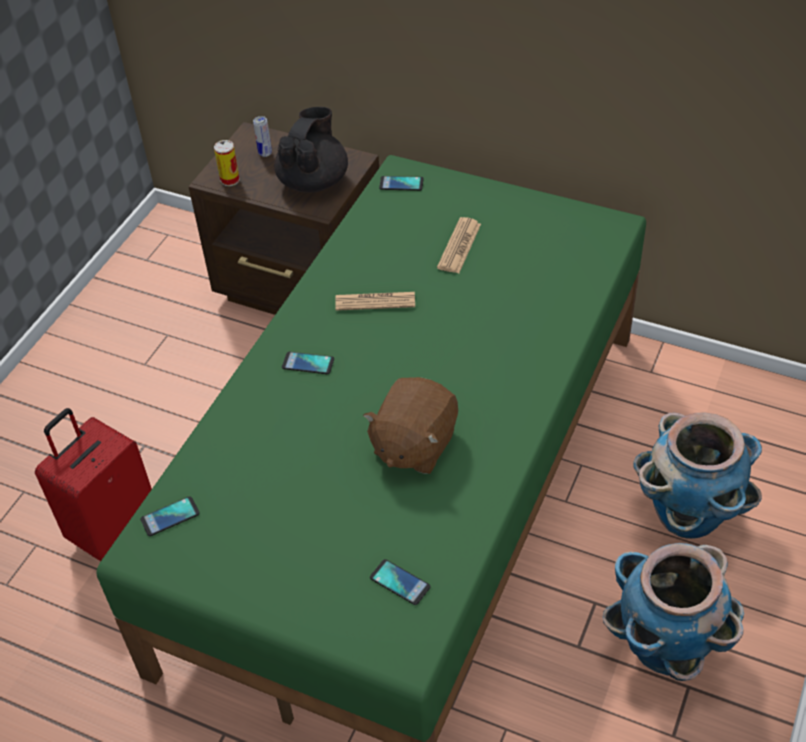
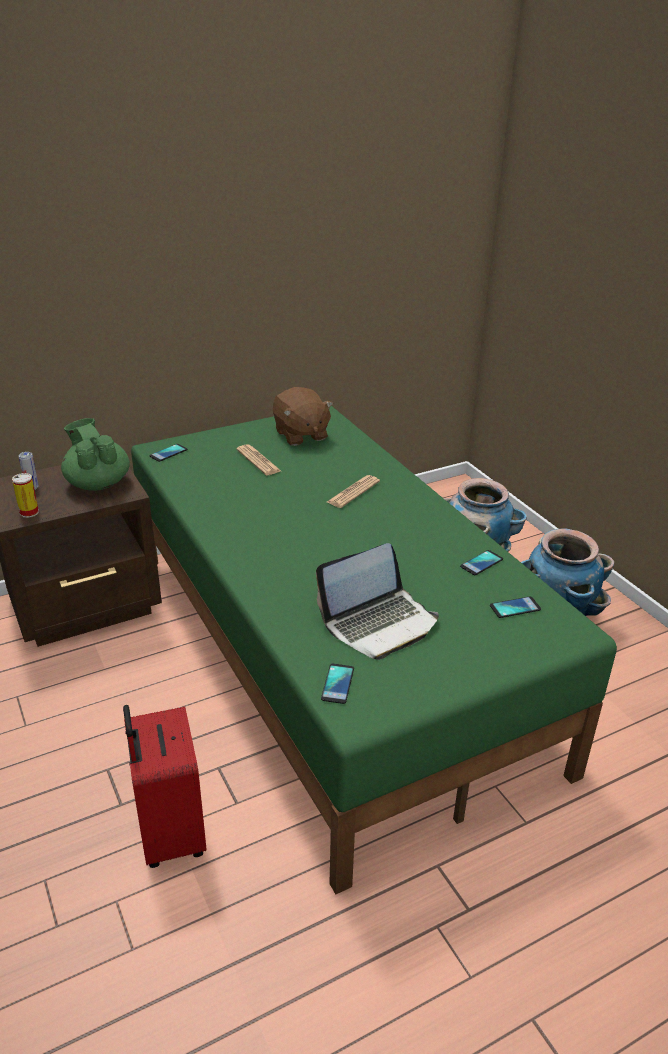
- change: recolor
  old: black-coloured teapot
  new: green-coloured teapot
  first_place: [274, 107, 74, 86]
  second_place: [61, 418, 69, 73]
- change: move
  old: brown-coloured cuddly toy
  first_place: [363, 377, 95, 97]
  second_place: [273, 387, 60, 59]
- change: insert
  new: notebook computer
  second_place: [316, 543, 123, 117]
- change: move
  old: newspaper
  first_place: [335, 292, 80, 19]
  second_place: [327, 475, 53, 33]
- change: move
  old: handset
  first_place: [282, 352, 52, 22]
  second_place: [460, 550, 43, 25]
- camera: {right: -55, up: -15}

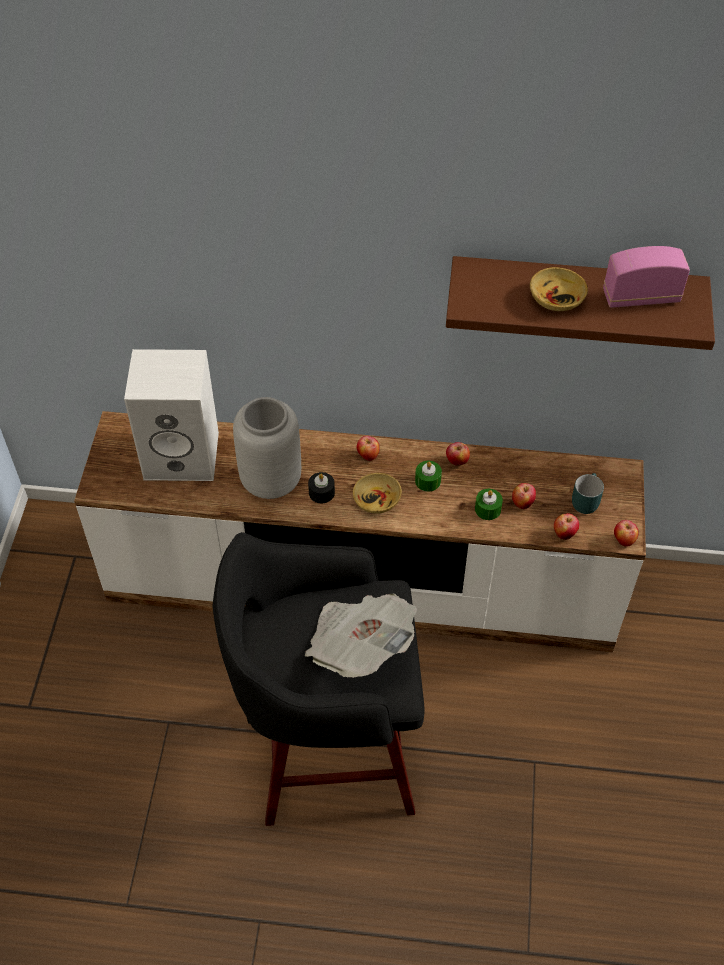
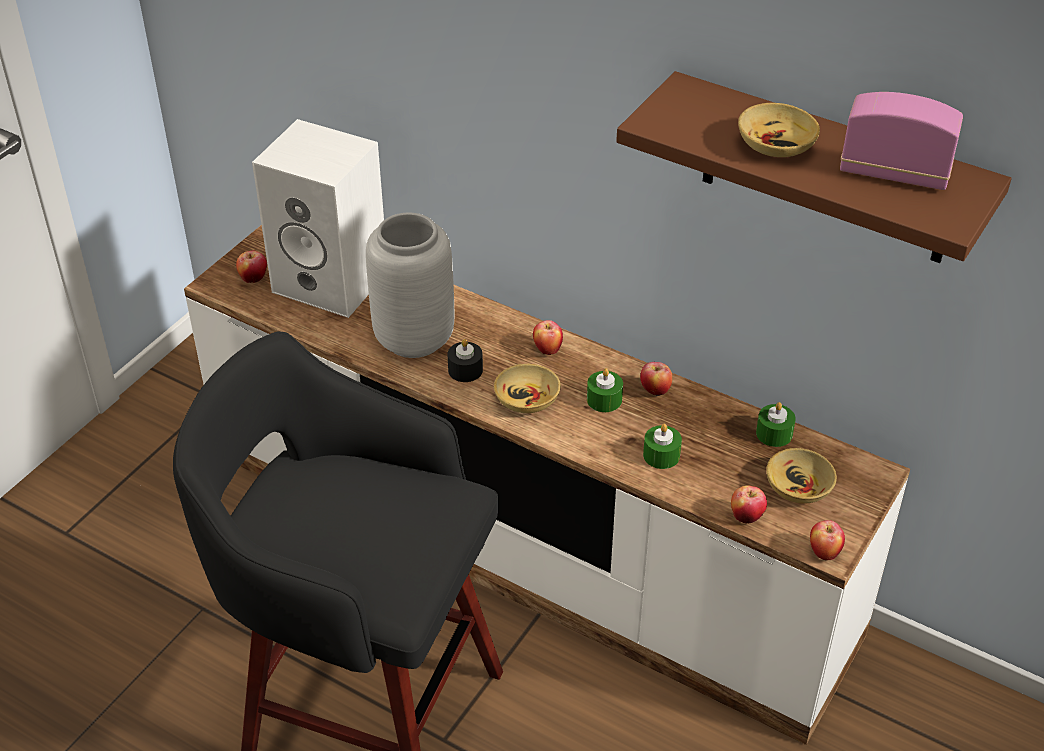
- change: move
  old: whole apple
  first_place: [512, 483, 24, 26]
  second_place: [236, 251, 31, 32]
- change: insert
  new: green-coloured candle
  second_place: [756, 402, 40, 45]
- change: replace
  old: turquoise mug
  new: beige deep dish
  first_place: [572, 473, 32, 41]
  second_place: [766, 448, 71, 56]
- change: delete
  old: newspaper
  first_place: [305, 593, 112, 85]
- camera: {right: 25, up: -10}

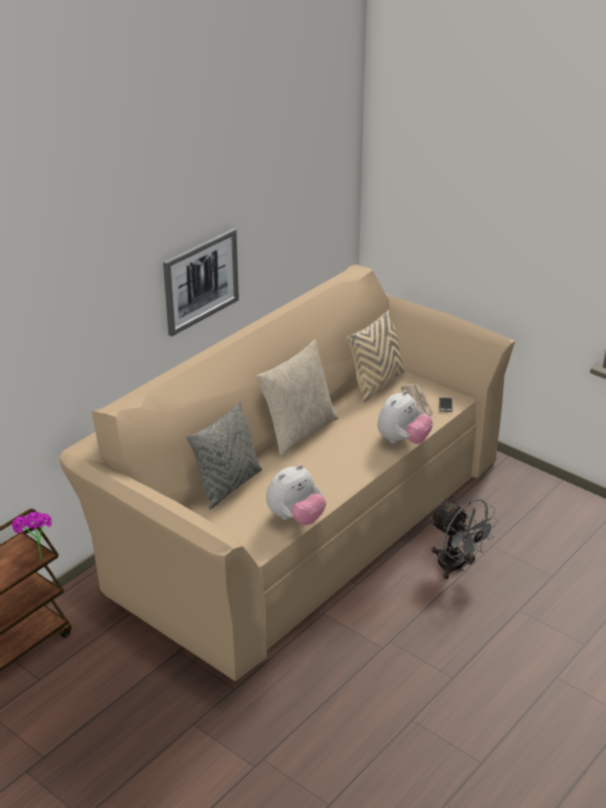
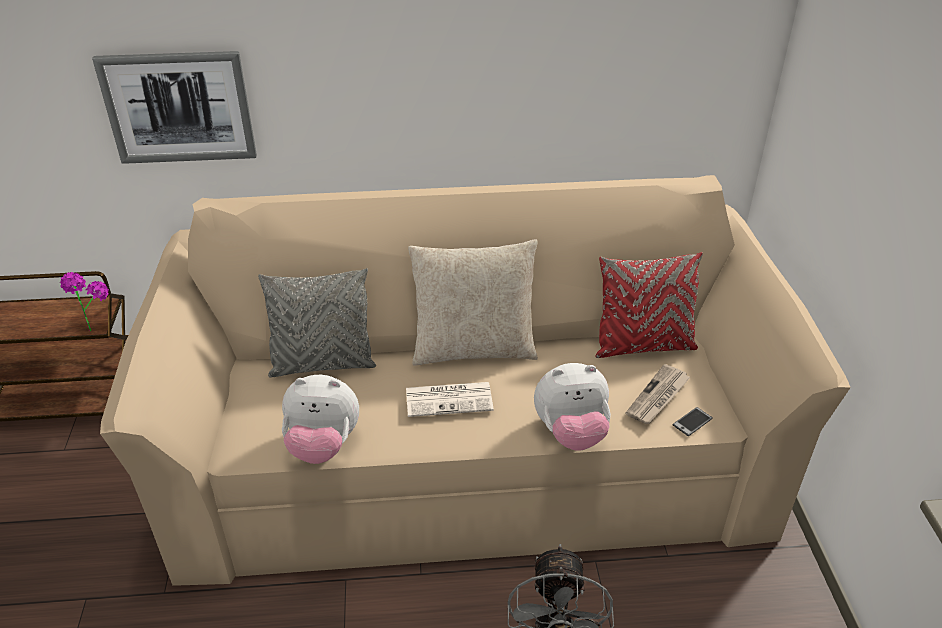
- change: move
  old: wall picture
  first_place: [163, 228, 76, 109]
  second_place: [92, 51, 165, 113]
- change: insert
  new: newspaper
  second_place: [406, 382, 88, 35]
- change: recolor
  old: beige pillow
  new: red-coloured pillow
  first_place: [347, 310, 58, 92]
  second_place: [595, 252, 108, 106]
- camera: {right: 45, up: 5}

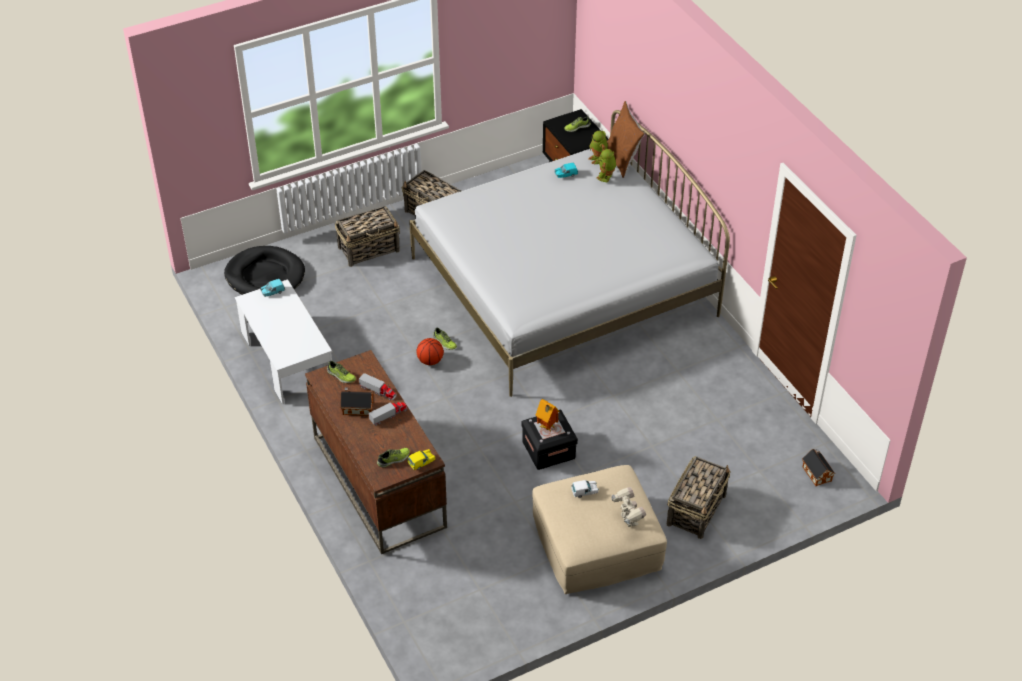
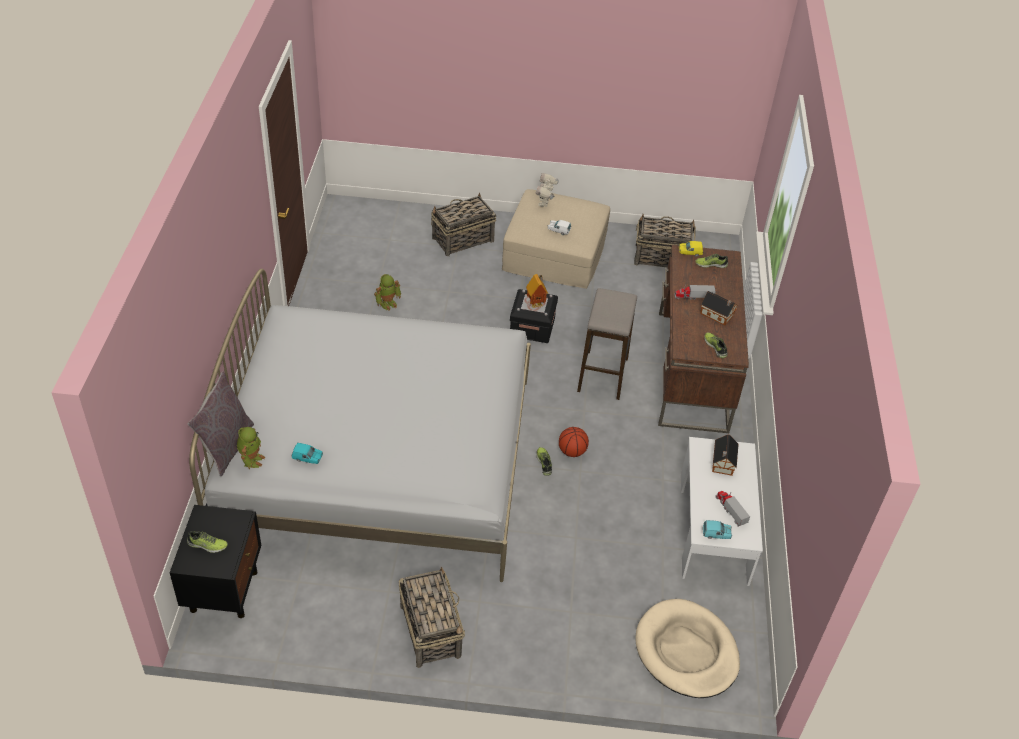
- change: recolor
  old: brown-coloured pillow
  new: greyish pillow
  first_place: [607, 101, 38, 77]
  second_place: [188, 372, 66, 104]
- change: move
  old: robot figure
  first_place: [597, 149, 19, 34]
  second_place: [374, 274, 27, 37]
- change: insert
  new: stool seat
  second_place: [577, 288, 60, 112]
- change: move
  old: storage basket
  first_place: [335, 206, 65, 61]
  second_place: [634, 214, 62, 54]
- change: recolor
  old: black-coloured dog cushion
  new: beige dog cushion
  first_place: [224, 246, 81, 49]
  second_place: [635, 599, 105, 99]
- change: move
  old: toy house
  first_place: [802, 449, 33, 37]
  second_place: [712, 435, 27, 41]
- change: move
  old: toy lorry
  first_place: [359, 373, 38, 27]
  second_place: [715, 491, 35, 36]
- camera: {right: -150, up: 0}

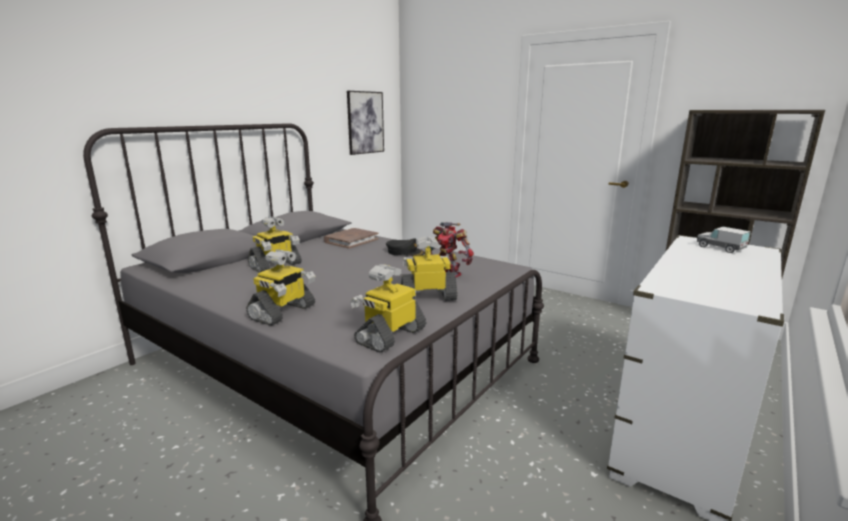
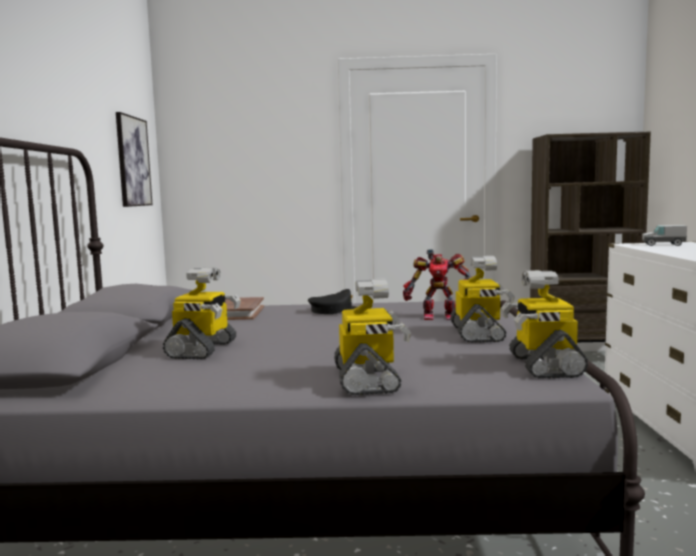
- change: rotate
  old: robot figure
  first_place: [401, 236, 56, 65]
  second_place: [450, 256, 65, 86]
  degrees: 135
- camera: {right: -35, up: -10}

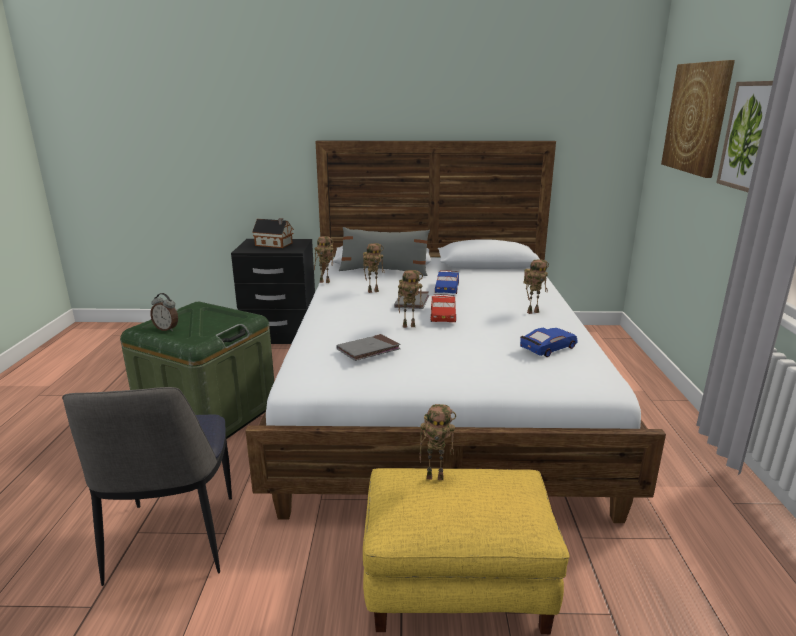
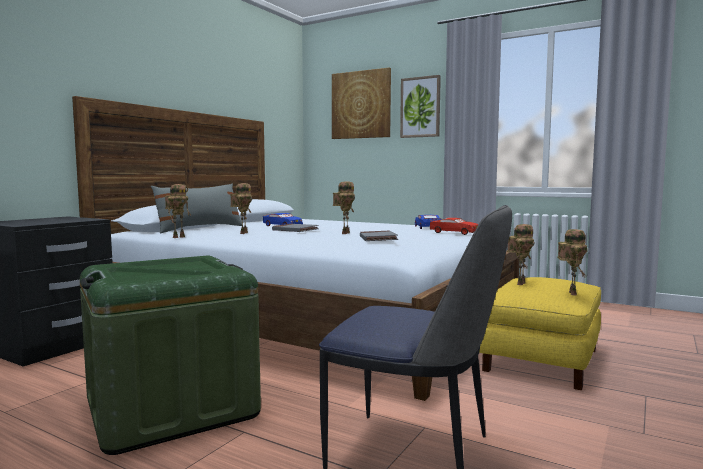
- change: move
  old: red-coloured miniature car
  first_place: [431, 294, 25, 28]
  second_place: [429, 218, 49, 17]
- change: move
  old: robot figure
  first_place: [523, 259, 26, 55]
  second_place: [558, 229, 30, 67]
- change: delete
  old: bedside clock
  first_place: [150, 293, 28, 38]
- change: delete
  old: toy house
  first_place: [252, 218, 42, 30]
- camera: {right: -60, up: -15}

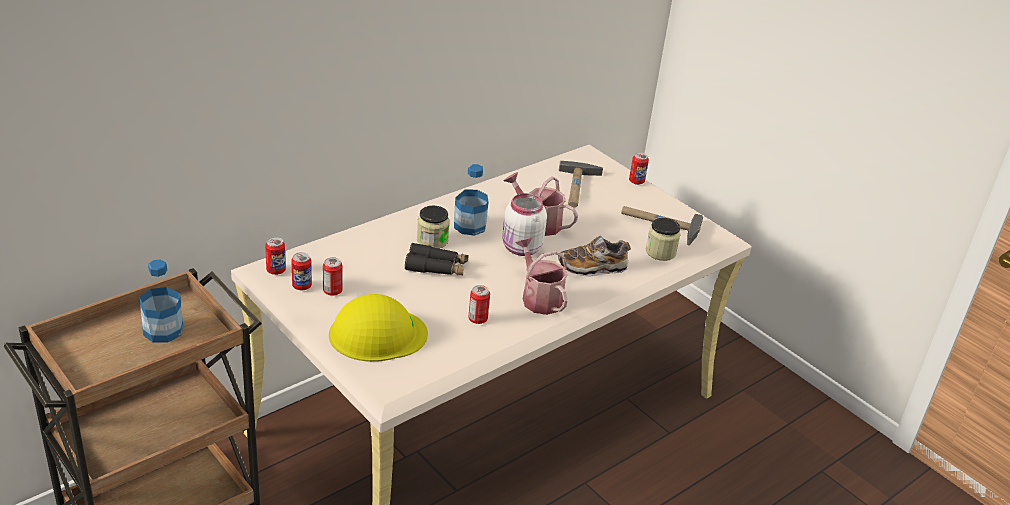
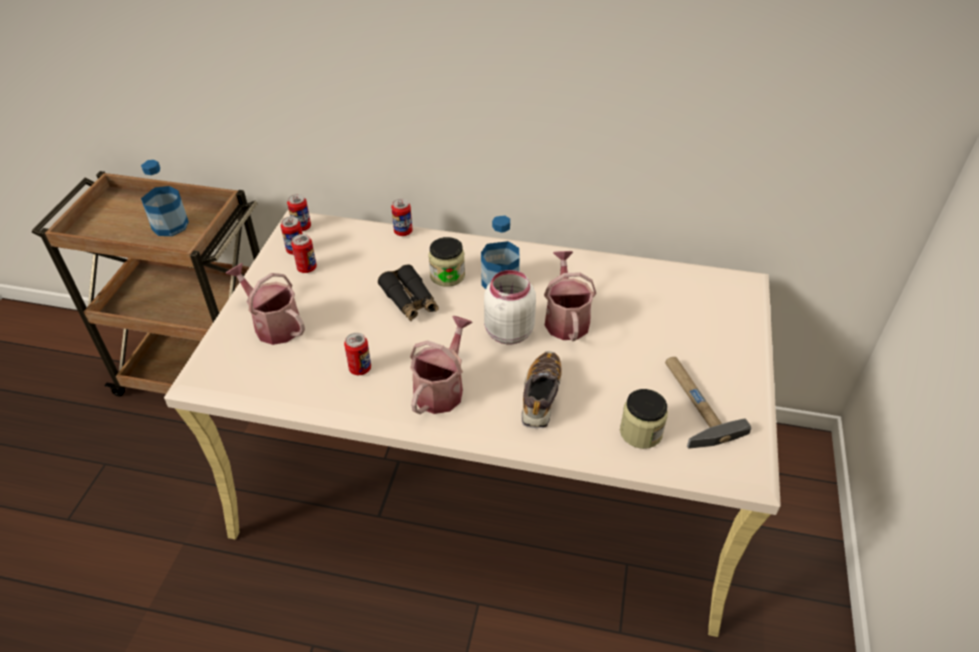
- change: replace
  old: yellowish work helmet
  new: watering pot
  first_place: [329, 294, 99, 68]
  second_place: [225, 263, 80, 82]
- change: move
  old: can
  first_place: [629, 152, 20, 33]
  second_place: [391, 199, 21, 37]
- change: rotate
  old: low shoe
  first_place: [558, 236, 73, 40]
  second_place: [521, 351, 41, 77]
  degrees: 60
- change: delete
  old: tool hammer
  first_place: [559, 161, 44, 46]
- camera: {right: 55, up: 10}

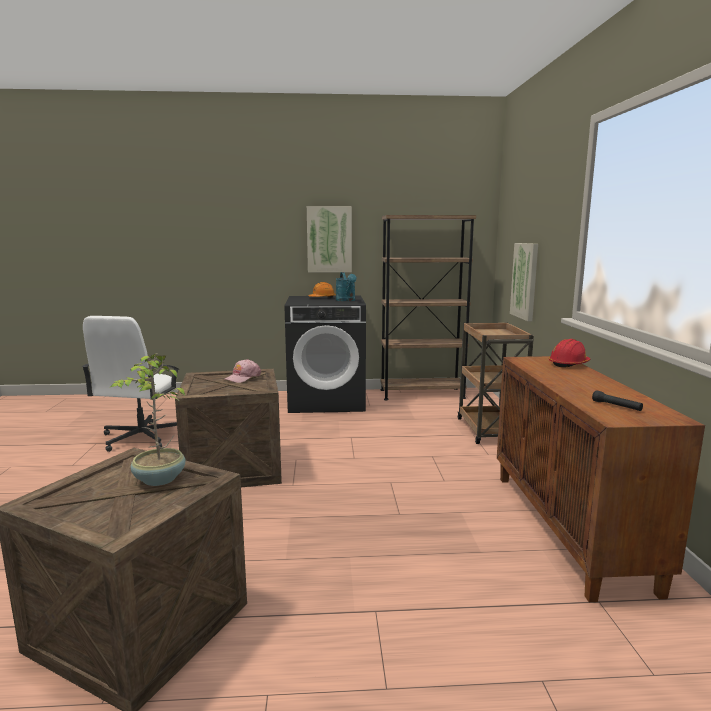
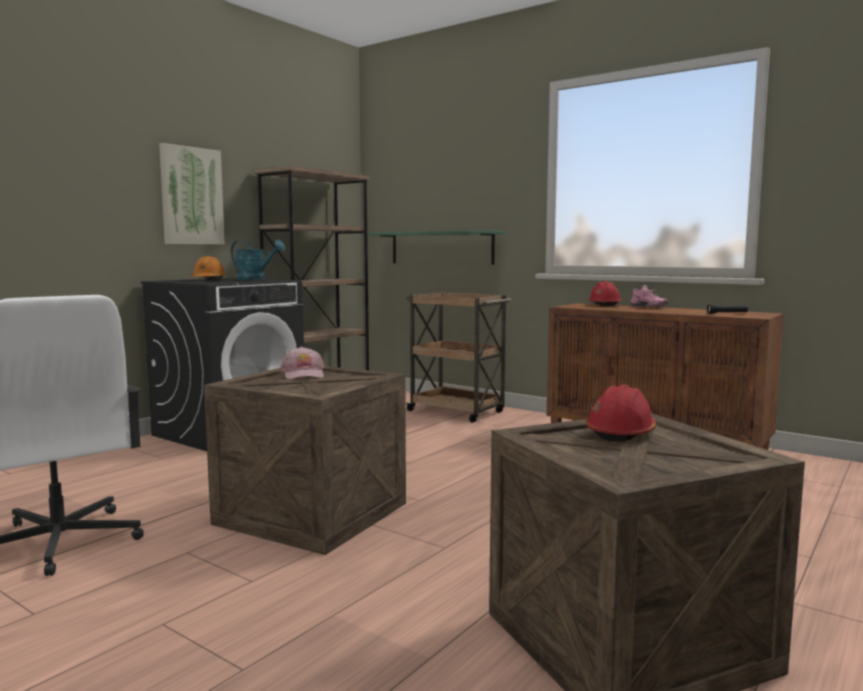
- change: replace
  old: wall picture
  new: green-coloured shelf
  first_place: [510, 243, 28, 78]
  second_place: [368, 230, 137, 35]
- change: replace
  old: plant in a pot
  new: red-coloured work helmet
  first_place: [111, 353, 75, 133]
  second_place: [586, 384, 70, 58]
- change: insert
  new: pink low shoe
  second_place: [630, 285, 38, 22]
- camera: {right: -50, up: -5}

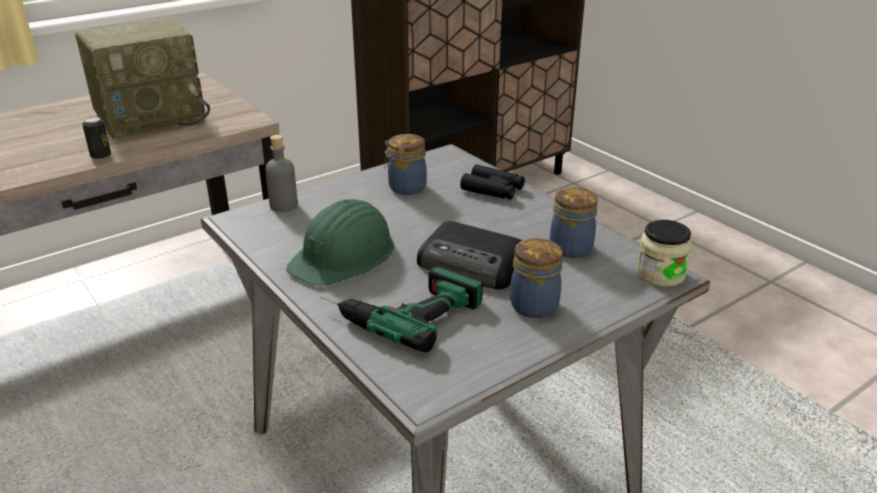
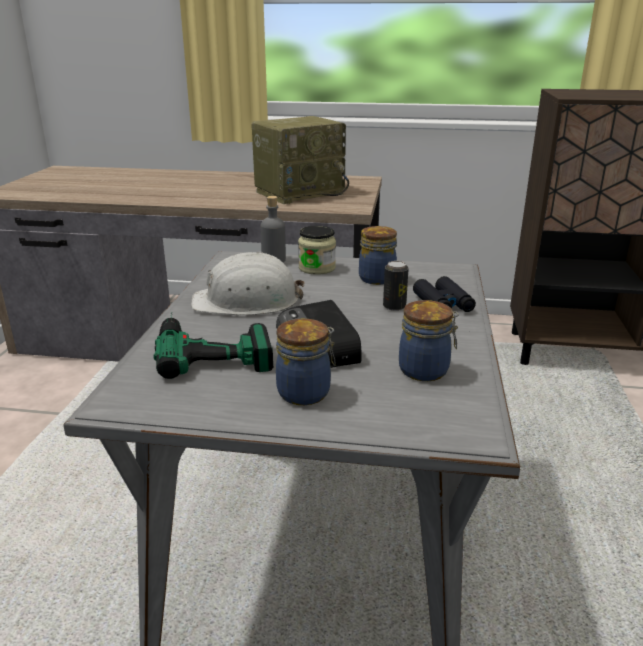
- change: recolor
  old: green-coloured work helmet
  new: white work helmet
  first_place: [286, 199, 108, 87]
  second_place: [191, 252, 114, 63]
- change: rotate
  old: radio set
  first_place: [75, 17, 135, 123]
  second_place: [251, 116, 98, 88]
  degrees: -45
- change: move
  old: storage jar
  first_place: [636, 220, 56, 67]
  second_place: [298, 226, 38, 49]
- change: move
  old: can
  first_place: [82, 117, 29, 43]
  second_place: [383, 261, 26, 50]
- camera: {right: 45, up: -5}

